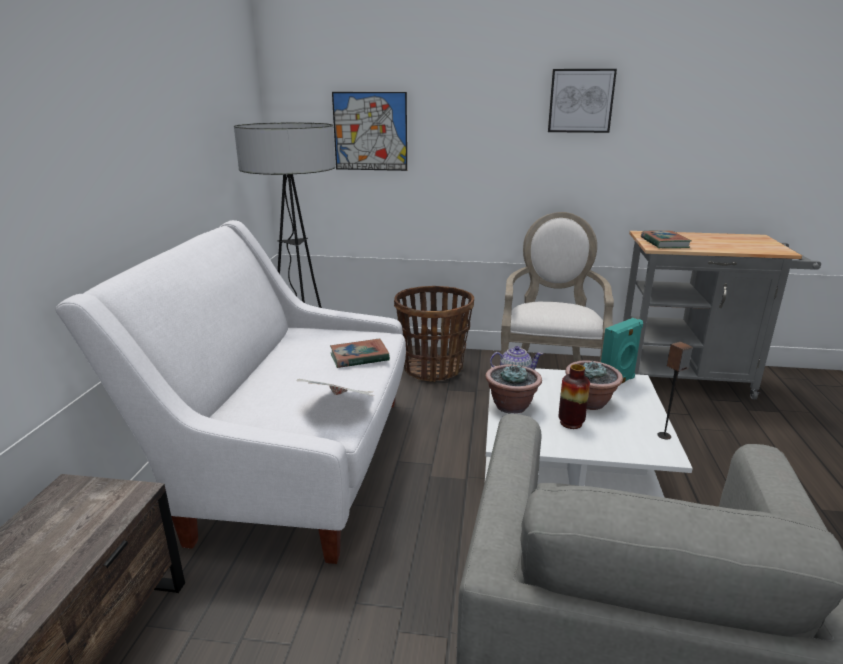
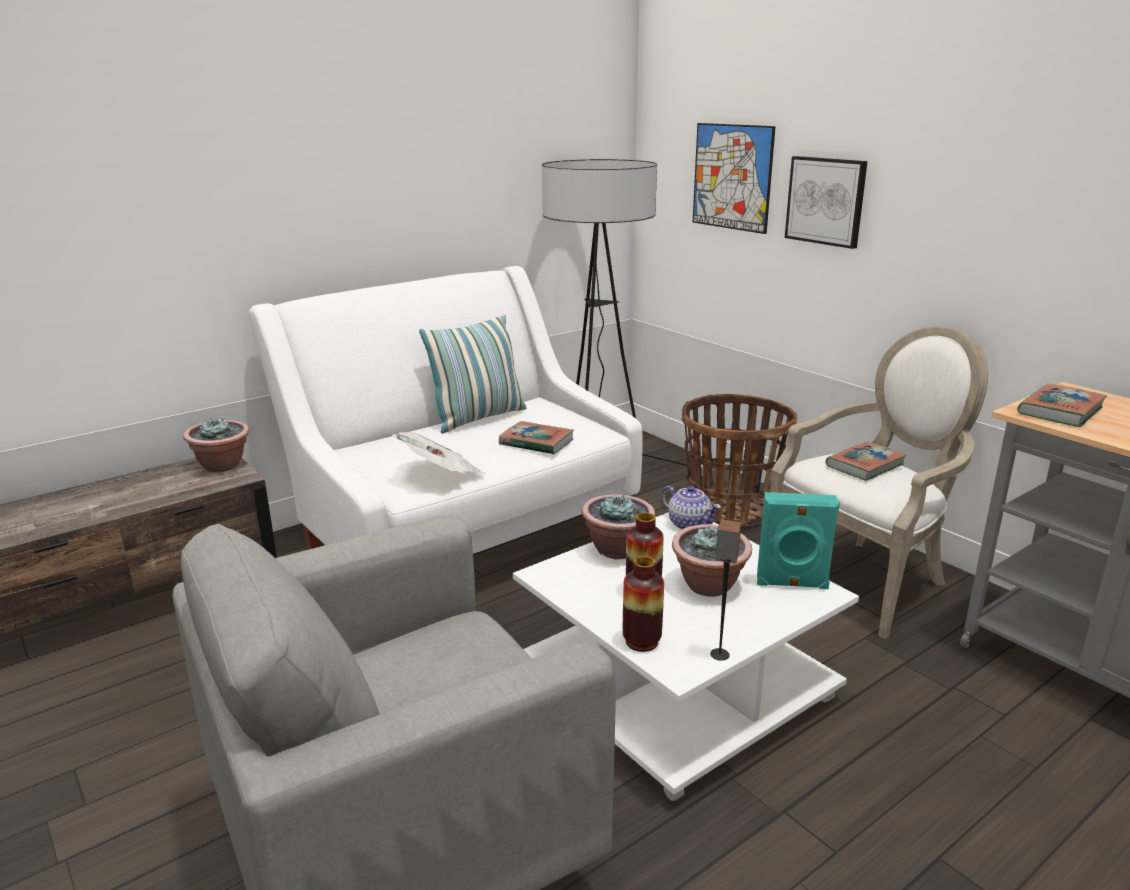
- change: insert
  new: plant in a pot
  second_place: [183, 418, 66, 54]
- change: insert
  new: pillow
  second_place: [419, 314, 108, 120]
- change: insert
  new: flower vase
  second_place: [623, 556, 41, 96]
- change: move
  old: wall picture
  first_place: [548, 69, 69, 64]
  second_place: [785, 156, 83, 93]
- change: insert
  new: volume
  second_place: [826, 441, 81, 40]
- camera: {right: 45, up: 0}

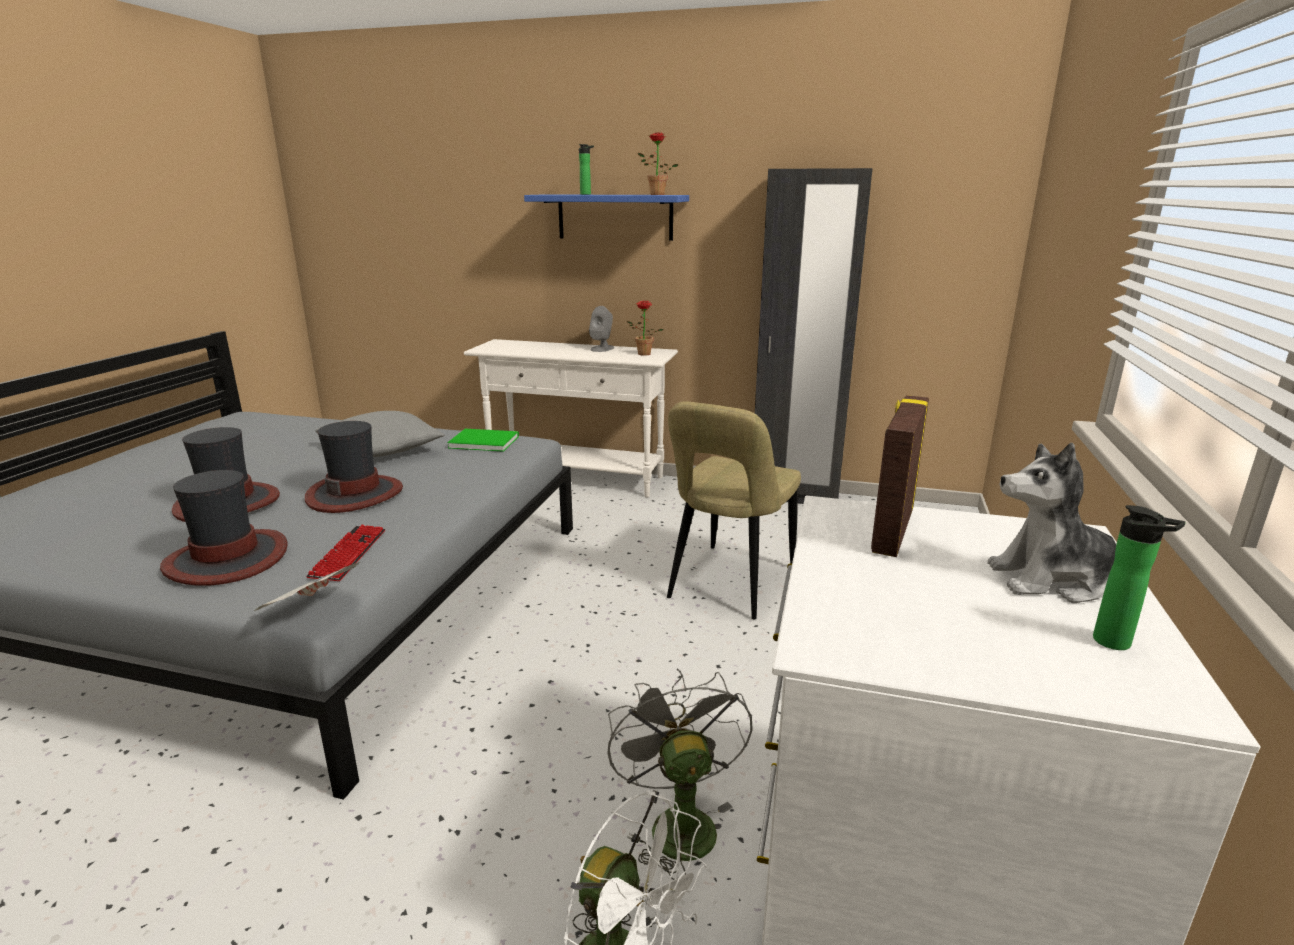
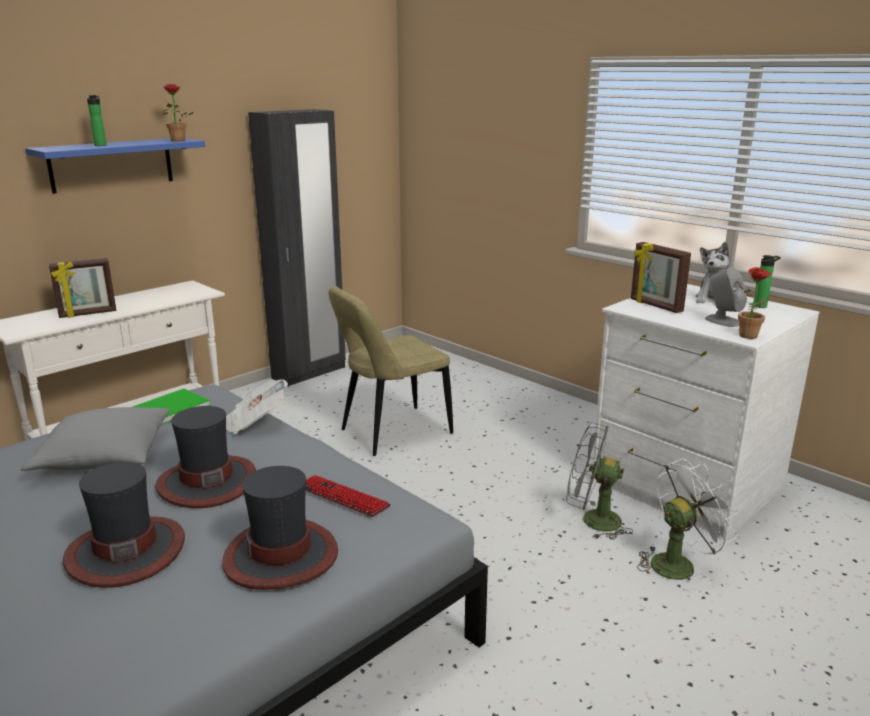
- change: insert
  new: standing frame
  second_place: [49, 258, 68, 60]
- change: move
  old: newspaper
  first_place: [254, 562, 106, 49]
  second_place: [226, 379, 62, 55]
- change: rotate
  old: beige upright chair
  first_place: [667, 402, 134, 217]
  second_place: [328, 286, 125, 170]
  degrees: 90
- change: move
  old: greyish loudspeaker
  first_place: [589, 306, 25, 46]
  second_place: [705, 267, 42, 60]
- change: move
  old: plant in a pot
  first_place: [627, 300, 37, 56]
  second_place: [738, 267, 35, 72]
- camera: {right: -60, up: 0}

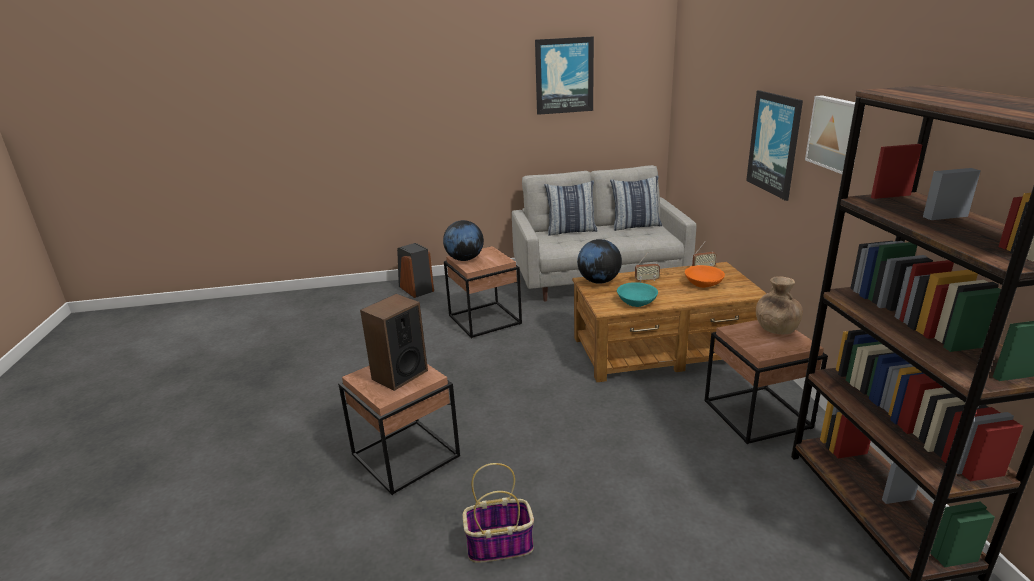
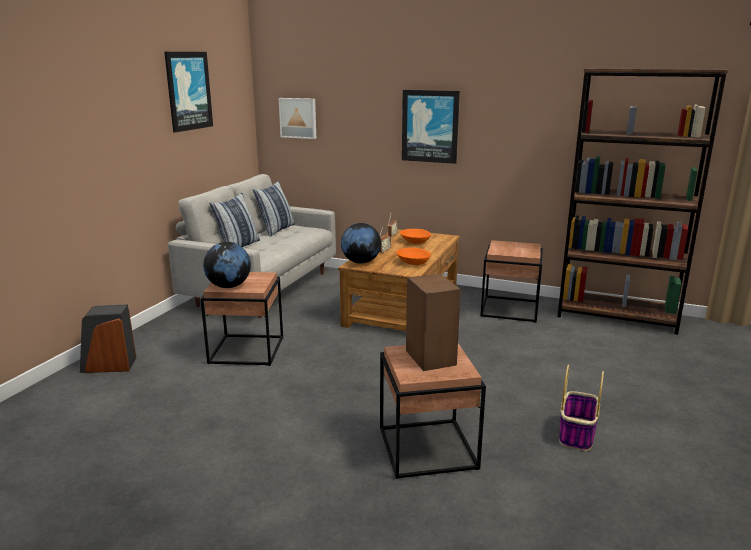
- change: move
  old: wall picture
  first_place: [805, 95, 60, 79]
  second_place: [279, 98, 37, 41]
- change: recolor
  old: turquoise deep dish
  new: orange deep dish
  first_place: [617, 282, 41, 25]
  second_place: [396, 248, 35, 17]
- change: delete
  old: brown-coloured flower vase
  first_place: [756, 276, 47, 58]
- camera: {right: -60, up: -5}

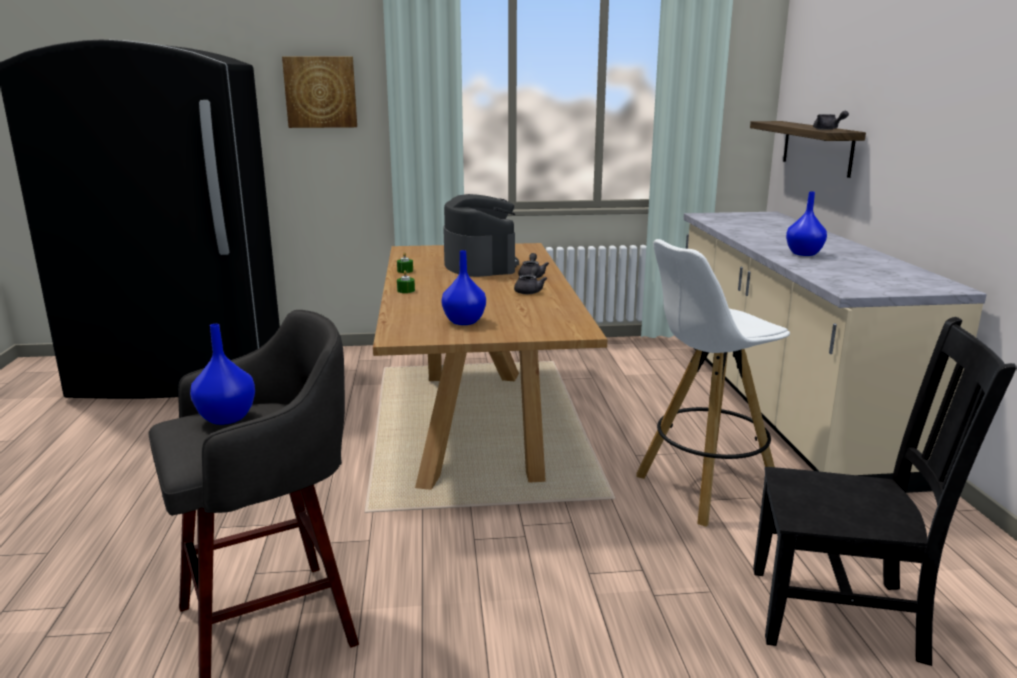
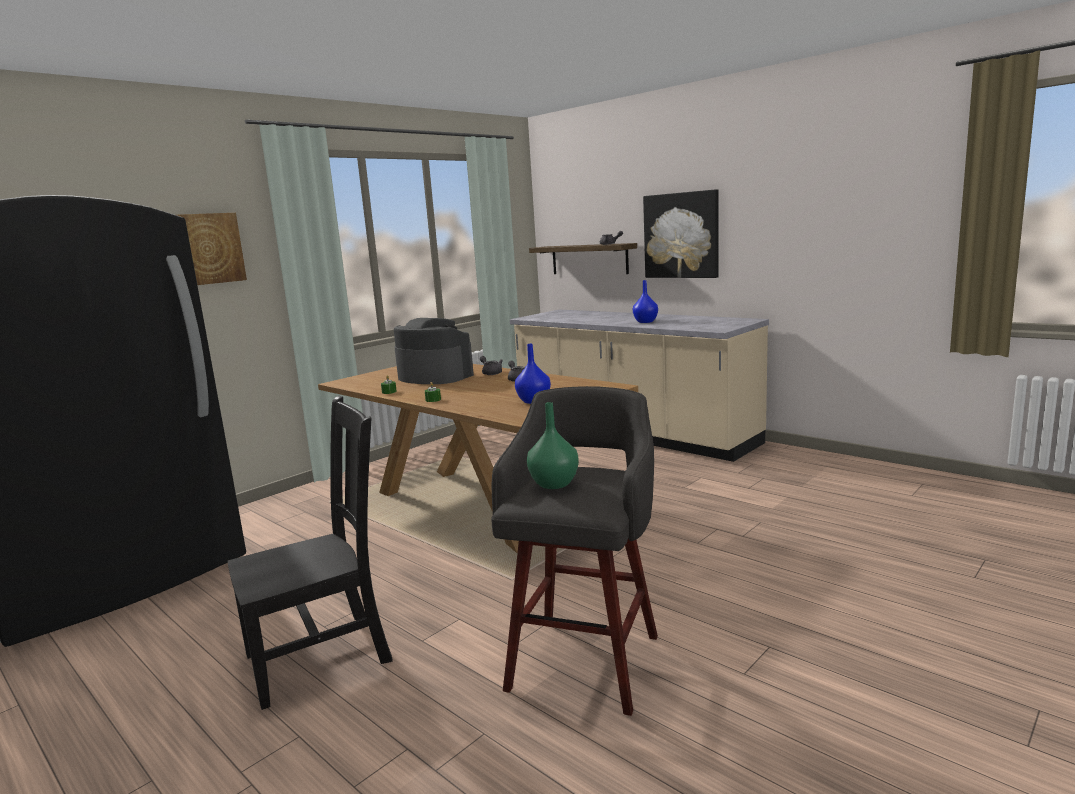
- change: move
  old: black-coloured upright chair
  first_place: [753, 317, 263, 349]
  second_place: [227, 396, 166, 314]
- change: recolor
  old: blue-coloured flower vase
  new: green-coloured flower vase
  first_place: [190, 324, 65, 101]
  second_place: [527, 402, 52, 87]
- change: insert
  new: wall picture
  second_place: [643, 189, 76, 89]
- change: delete
  old: white stool seat
  first_place: [636, 239, 154, 288]
- camera: {right: -40, up: -5}

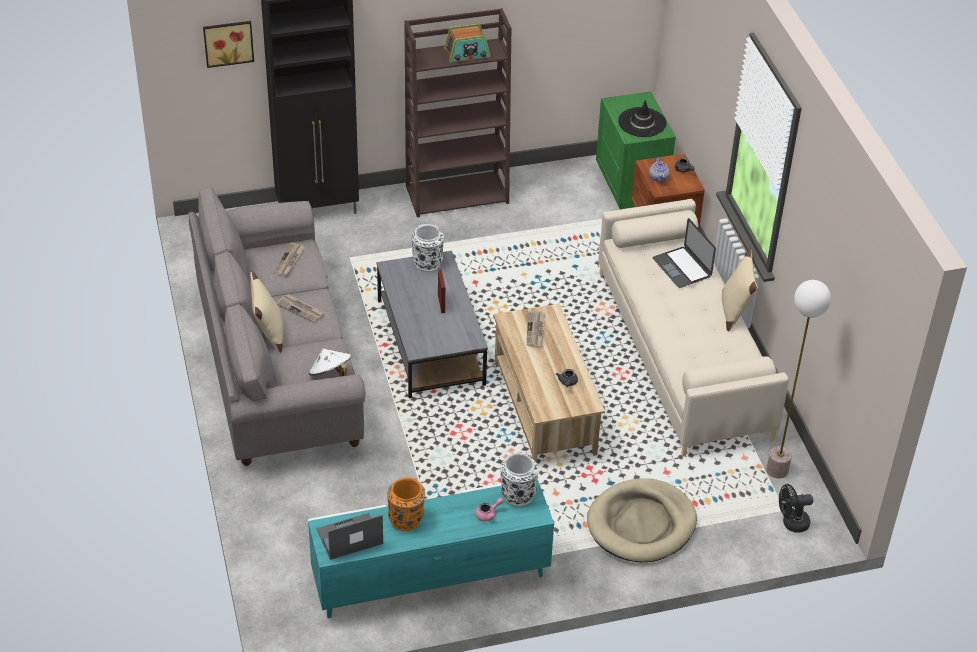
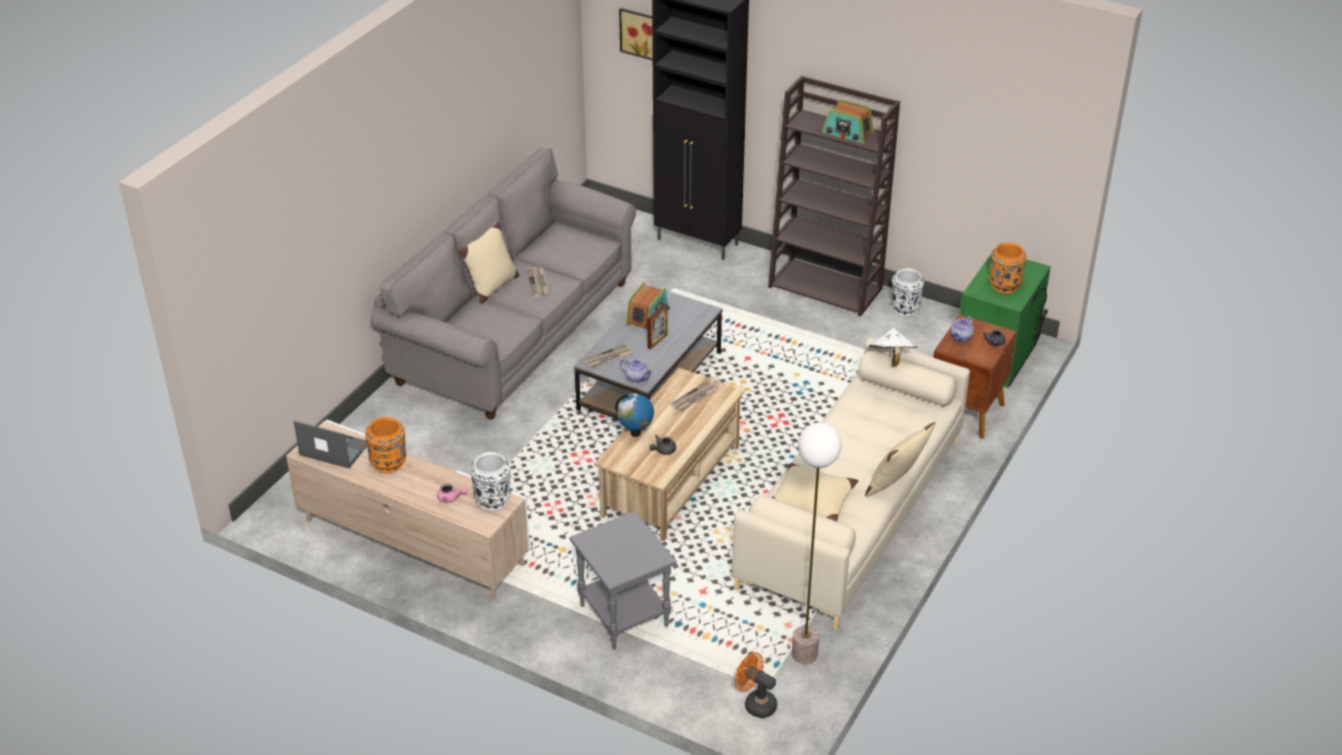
- change: recolor
  old: turquoise media console
  new: beige media console
  first_place: [308, 479, 246, 139]
  second_place: [286, 420, 244, 180]
- change: replace
  old: beige dog cushion
  new: greyish accent table
  first_place: [587, 478, 110, 84]
  second_place: [569, 511, 108, 139]
- change: move
  old: newspaper
  first_place: [274, 243, 31, 33]
  second_place: [583, 344, 51, 24]
- change: insert
  new: world globe
  second_place: [615, 394, 39, 43]
- change: insert
  new: teapot
  second_place: [620, 359, 33, 24]
- change: insert
  new: radio set
  second_place: [626, 282, 44, 47]
- change: recolor
  old: black-coloured fan
  new: orange fan
  first_place: [779, 484, 34, 48]
  second_place: [735, 652, 42, 66]
- change: insert
  new: beige pillow
  second_place: [772, 463, 86, 58]
- change: move
  old: white clothing hat
  first_place: [309, 348, 42, 29]
  second_place: [869, 328, 49, 38]
- change: move
  old: white flower vase
  first_place: [412, 224, 32, 47]
  second_place: [890, 268, 34, 48]
- change: replace
  old: black-coloured clothing hat
  new: orange flower vase
  first_place: [618, 100, 48, 37]
  second_place: [989, 243, 38, 51]
- change: delete
  old: notebook computer
  first_place: [653, 218, 63, 70]
- camera: {right: 45, up: -5}

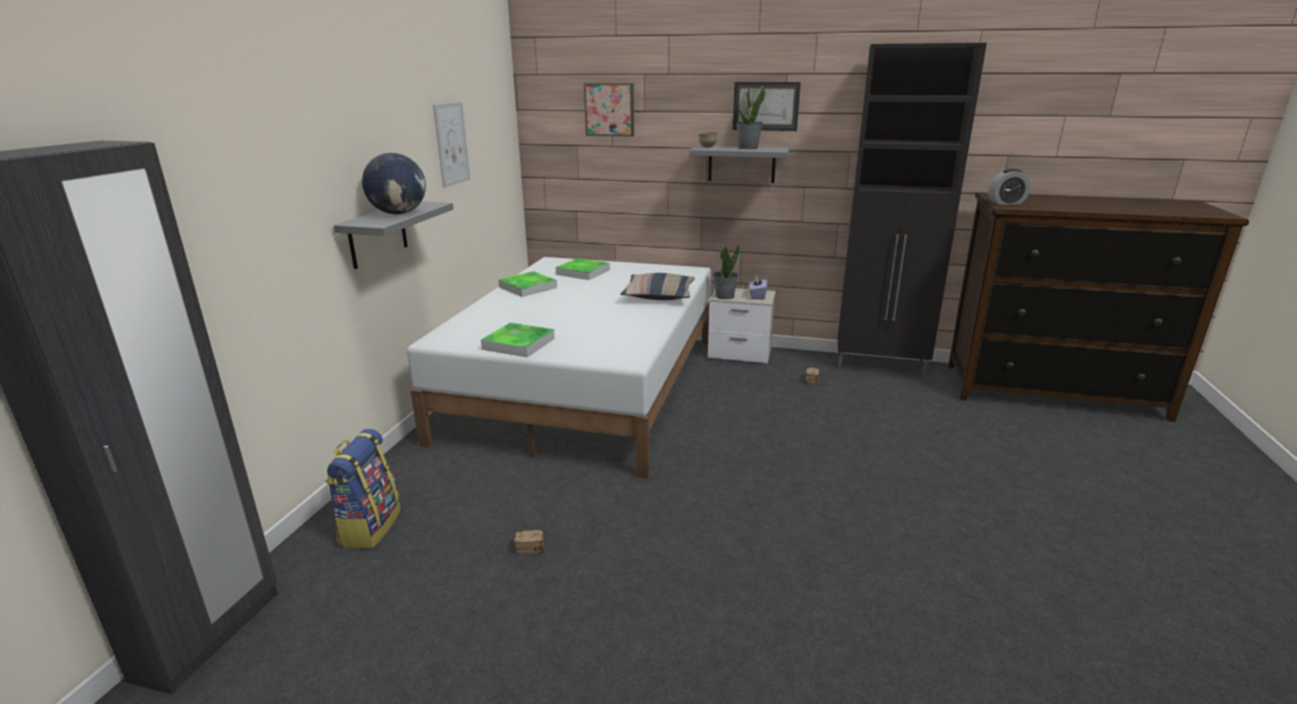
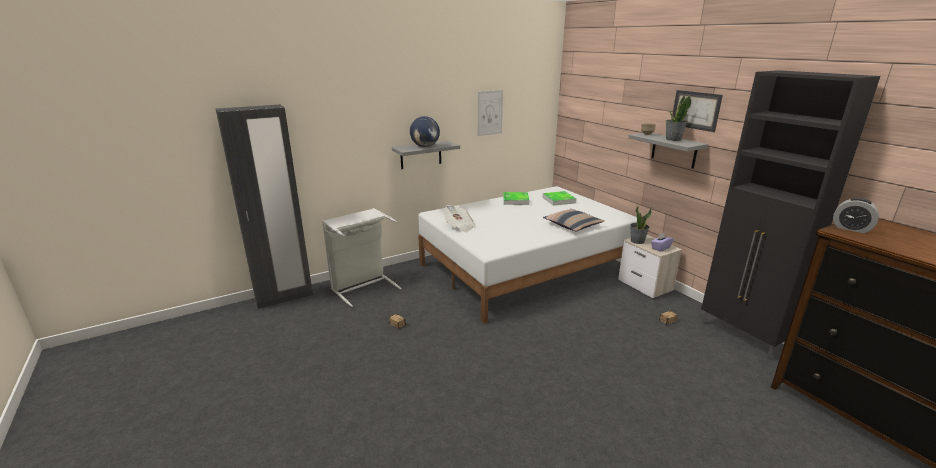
- change: replace
  old: backpack
  new: greyish hamper
  first_place: [325, 429, 76, 119]
  second_place: [322, 208, 80, 99]
- change: replace
  old: tray
  new: newspaper
  first_place: [481, 322, 74, 36]
  second_place: [443, 205, 33, 27]
- change: delete
  old: wall picture
  first_place: [584, 83, 50, 54]
- camera: {right: 45, up: 0}

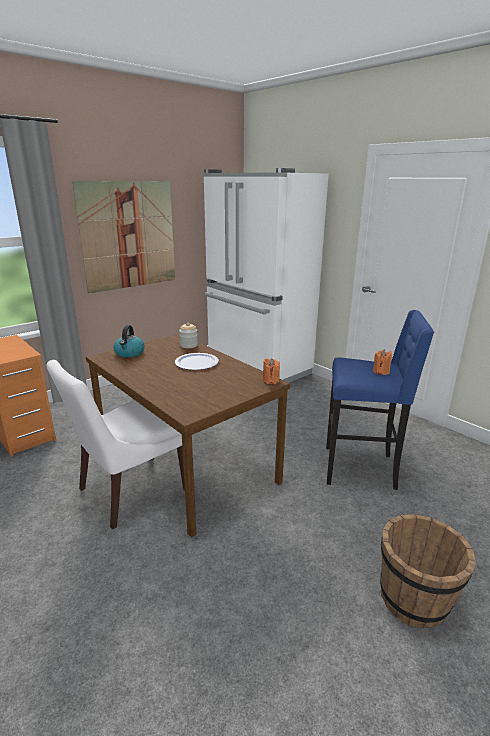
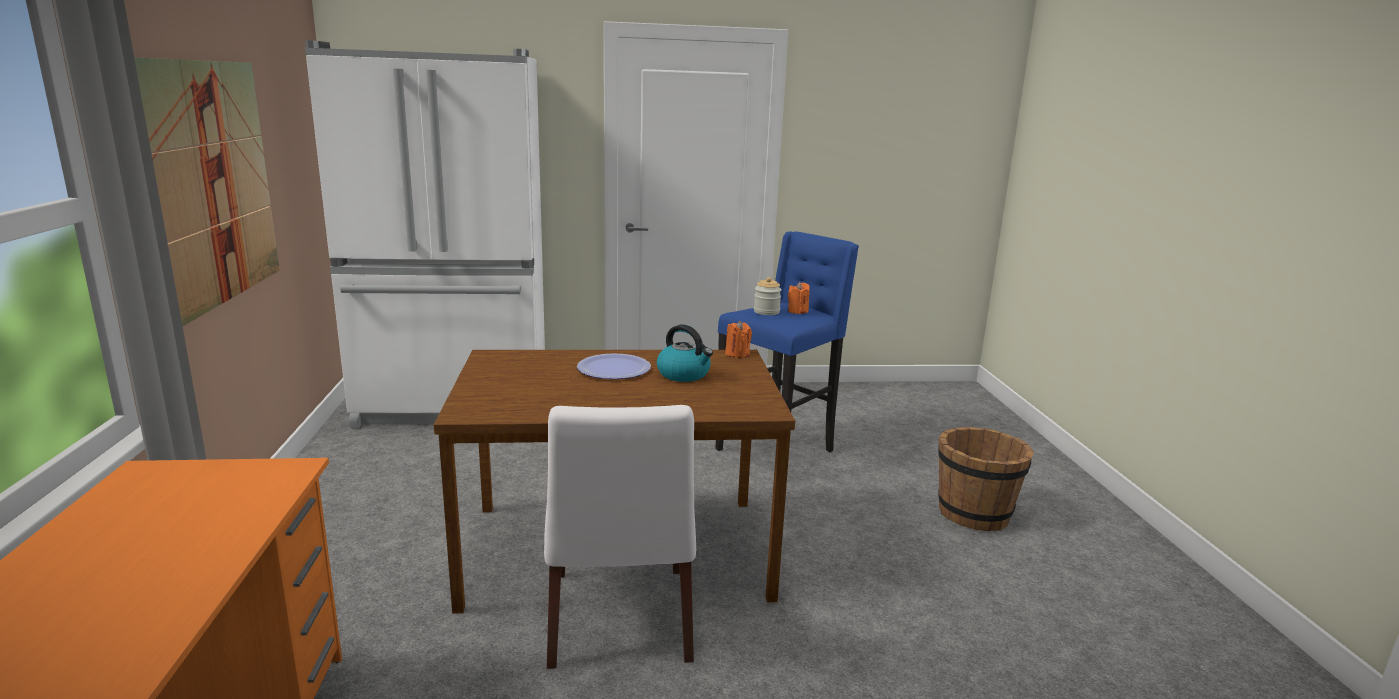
- change: move
  old: water kettle
  first_place: [113, 325, 32, 32]
  second_place: [657, 325, 56, 57]
- change: move
  old: storage jar
  first_place: [179, 323, 19, 25]
  second_place: [754, 277, 28, 38]
- camera: {right: -55, up: -5}

